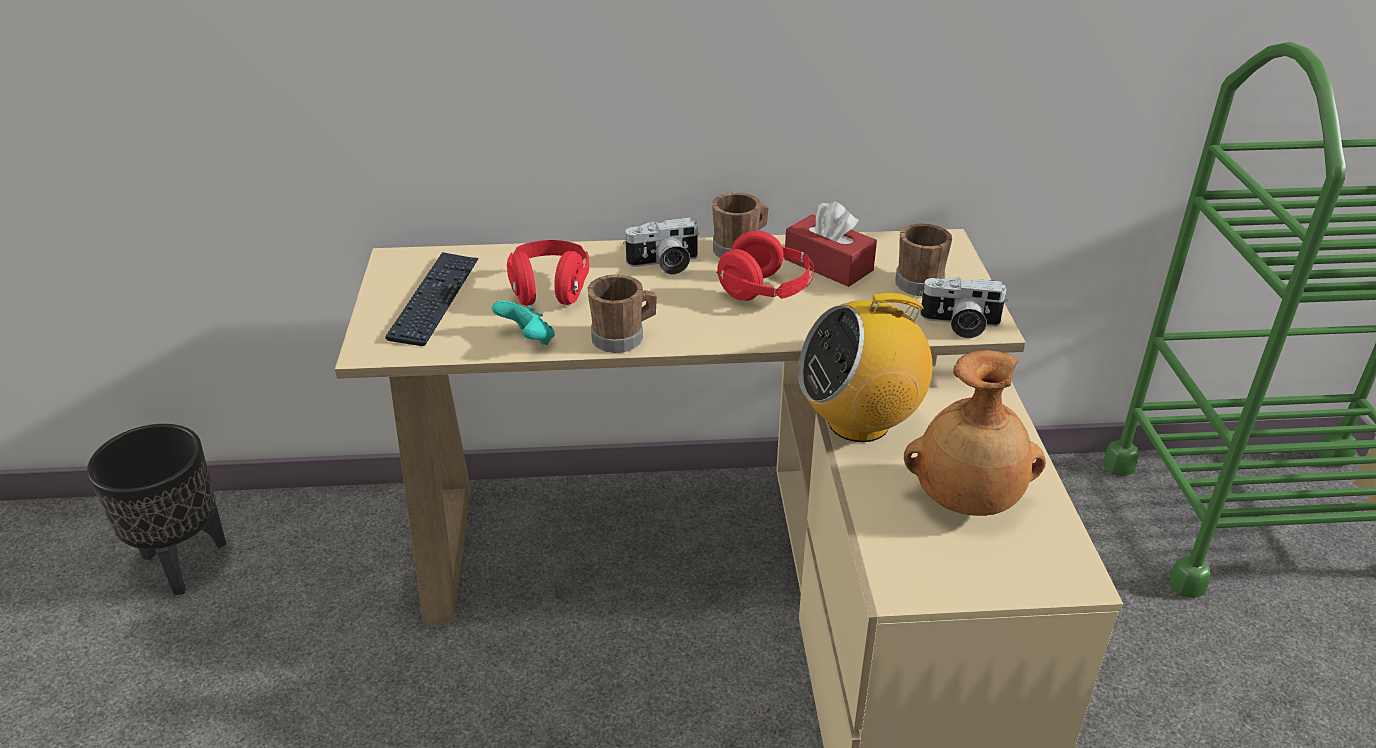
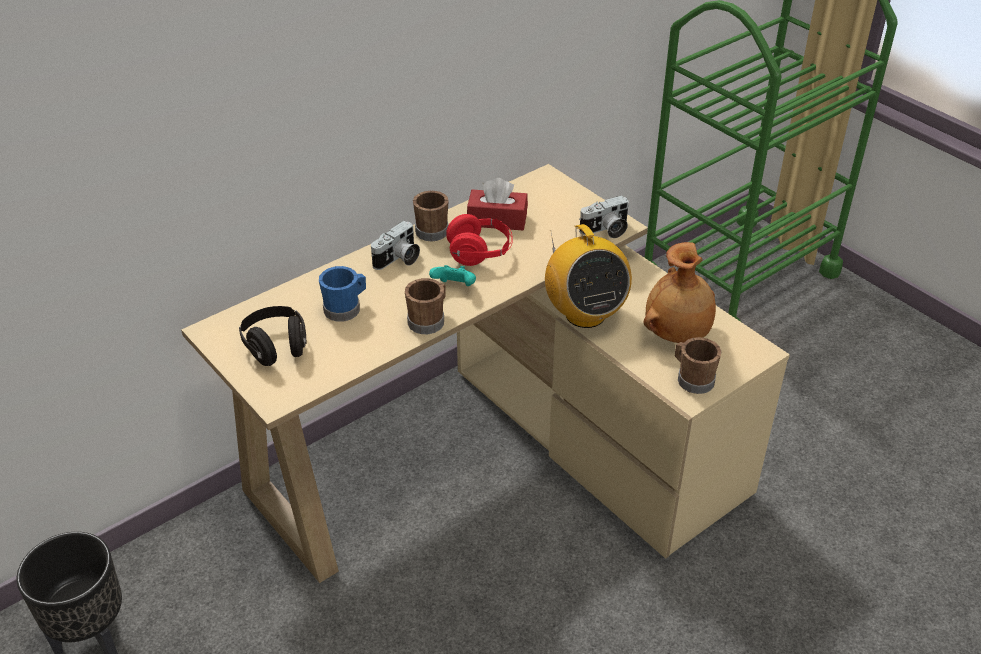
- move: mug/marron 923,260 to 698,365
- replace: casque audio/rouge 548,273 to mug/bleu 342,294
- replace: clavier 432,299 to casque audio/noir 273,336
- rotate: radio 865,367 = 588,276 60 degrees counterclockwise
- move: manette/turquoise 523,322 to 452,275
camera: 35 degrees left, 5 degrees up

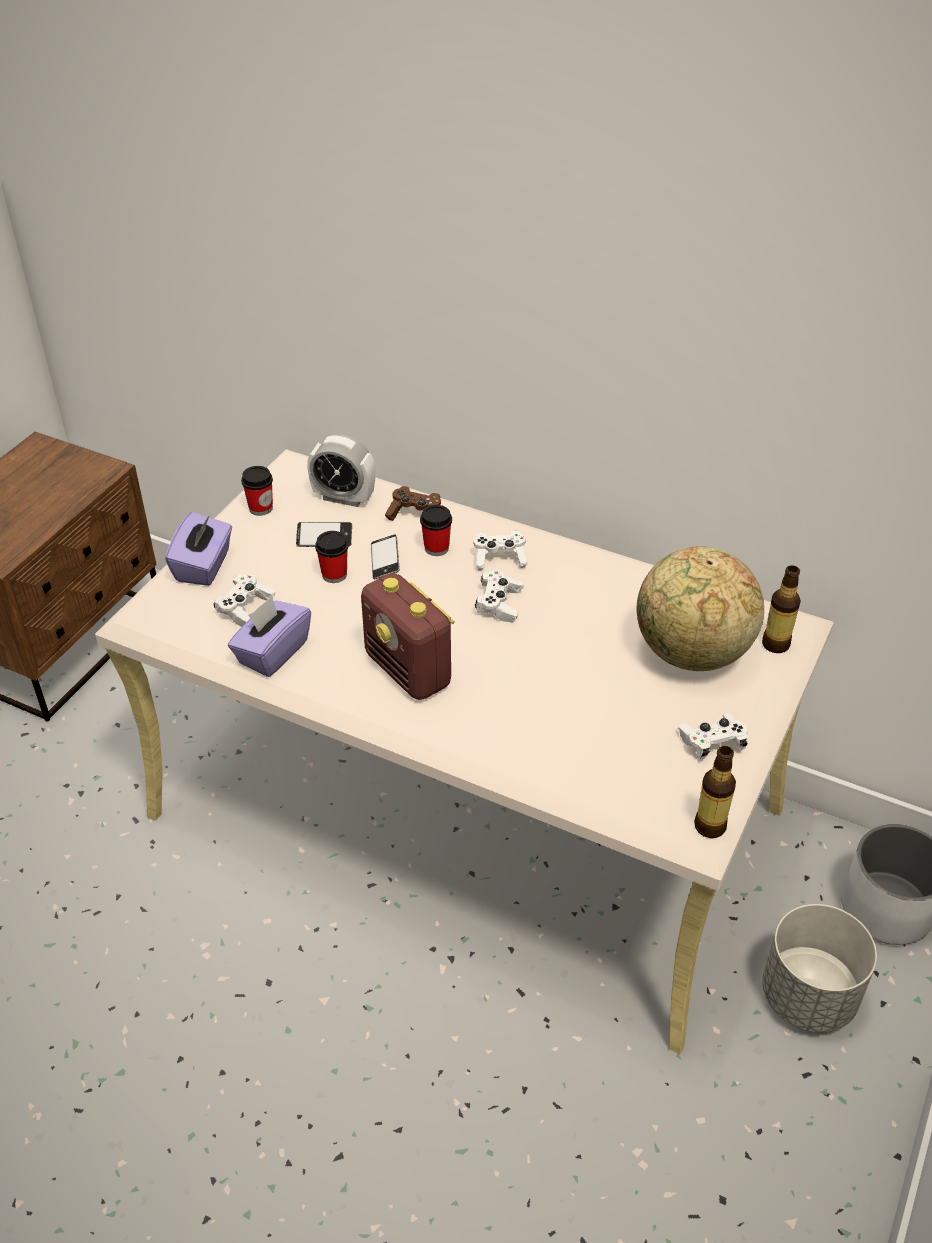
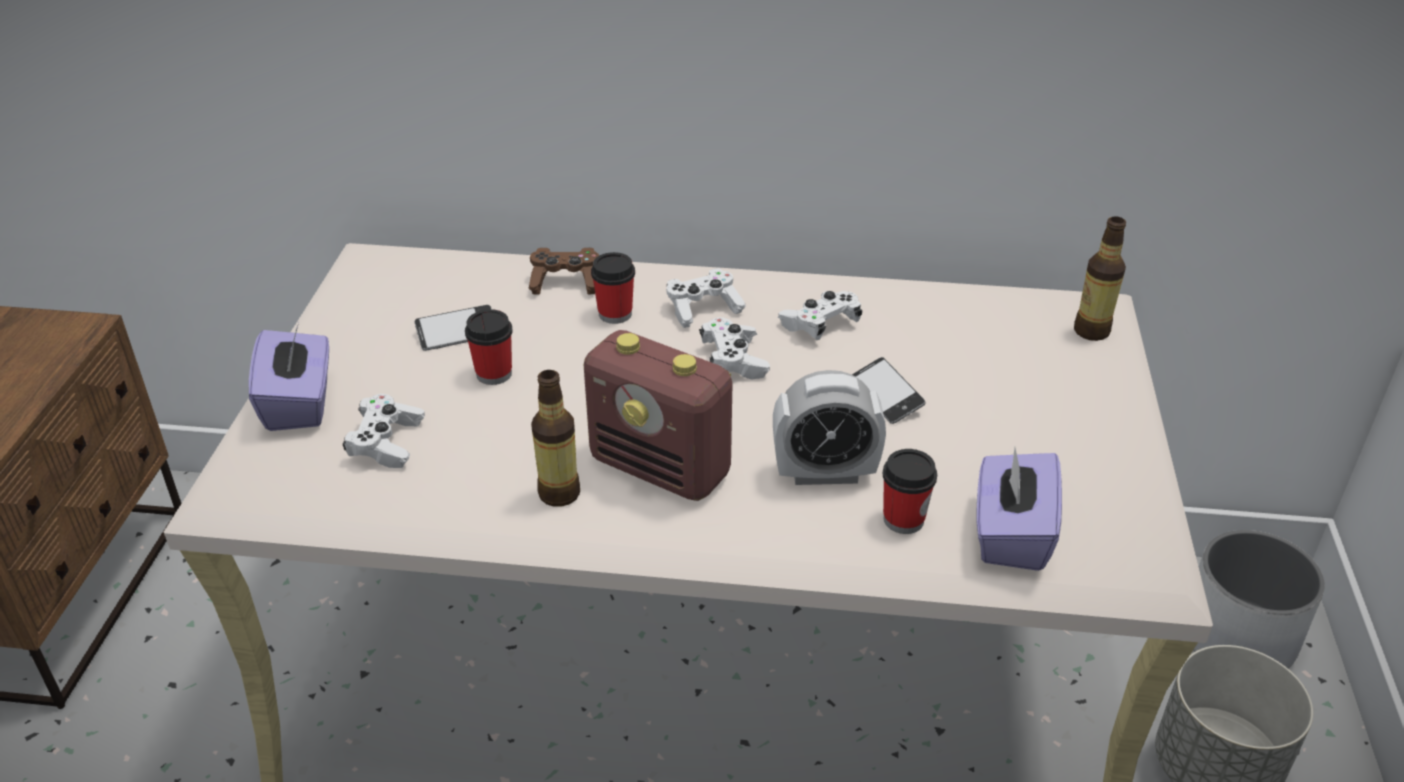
- move: réveil 341,470 to 829,427
- move: tasse 257,491 to 909,491
- move: téléphone 385,556 to 889,390
- delete: globe 700,608
- move: boîte à mouchoirs/violet 269,636 to 1019,509
- move: manette/blanc 712,736 to 820,315
- move: bouteille 715,792 to 555,438
camera: 20 degrees left, 5 degrees down

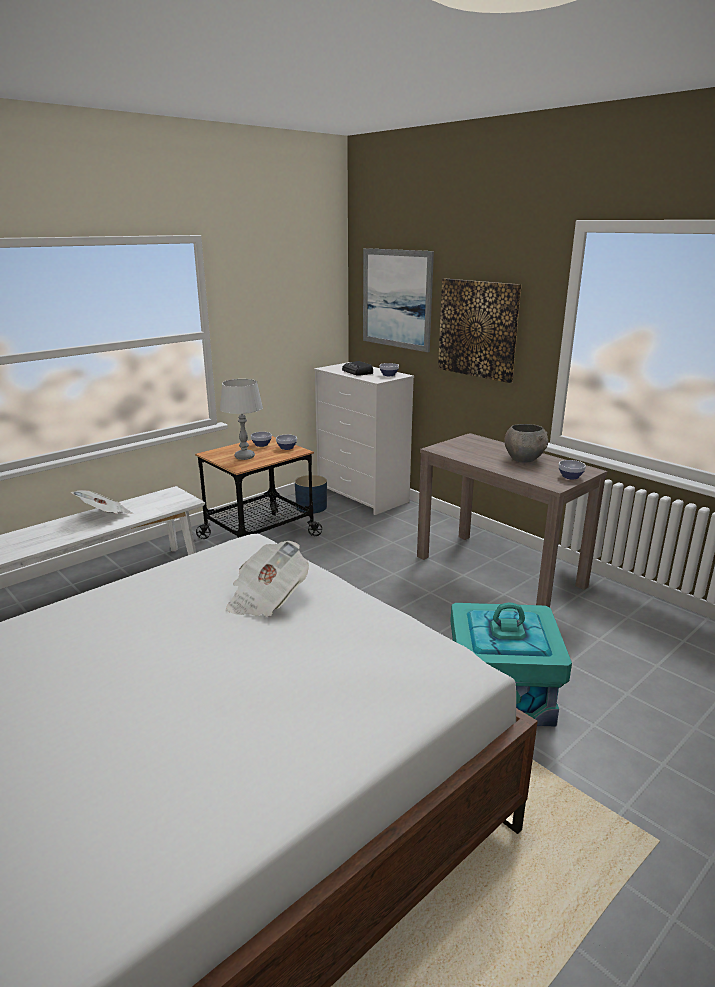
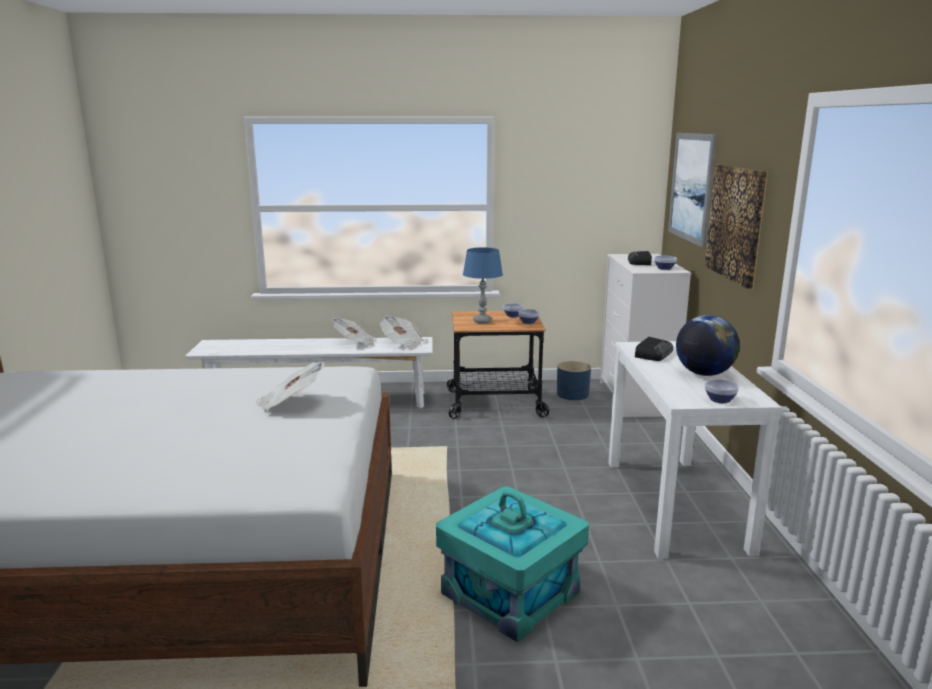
- recolor: lampe de table/gris 241,419 to lampe de table/bleu 483,285
- replace: bol/gris 526,443 to globe 708,345
- recolor: table console/marron 512,520 to table console/blanc 695,450
- insert: journal 402,333
- insert: radio 654,349
camera: 40 degrees right, 5 degrees down

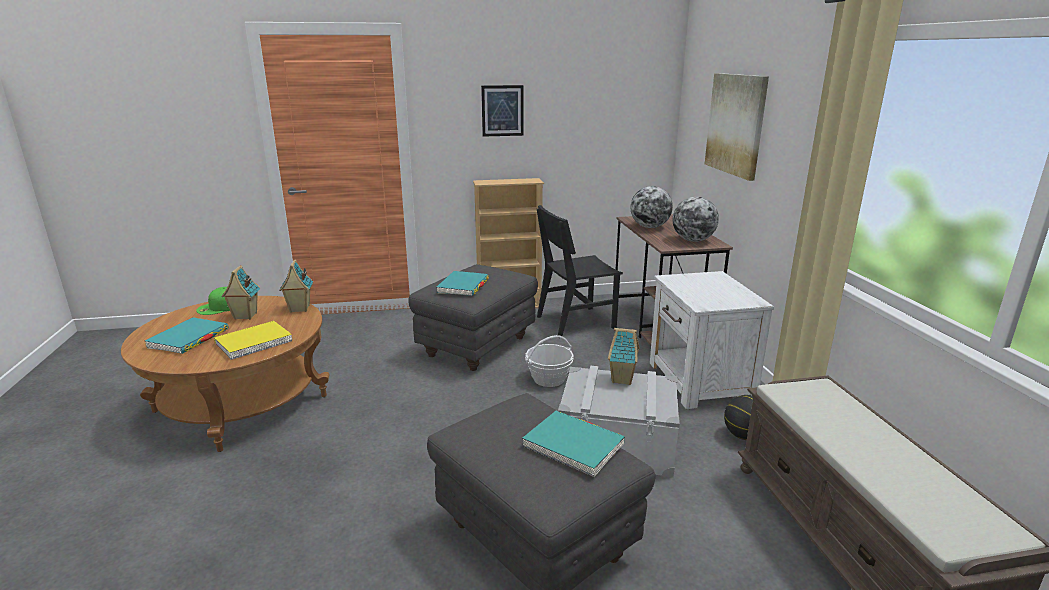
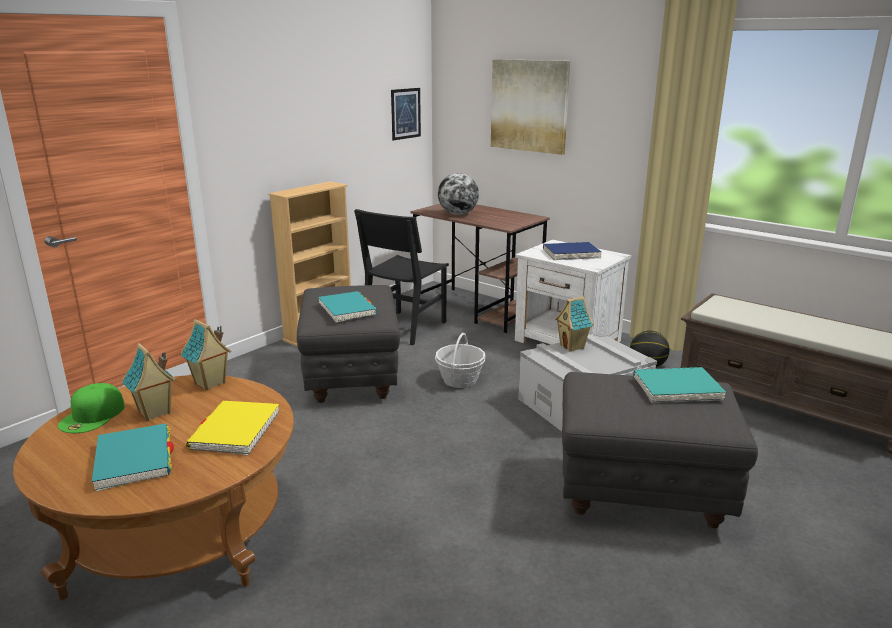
- move: tableau 502,111 to 406,114
- delete: globe 696,219
- insert: livre/bleu 572,251
camera: 40 degrees left, 0 degrees up

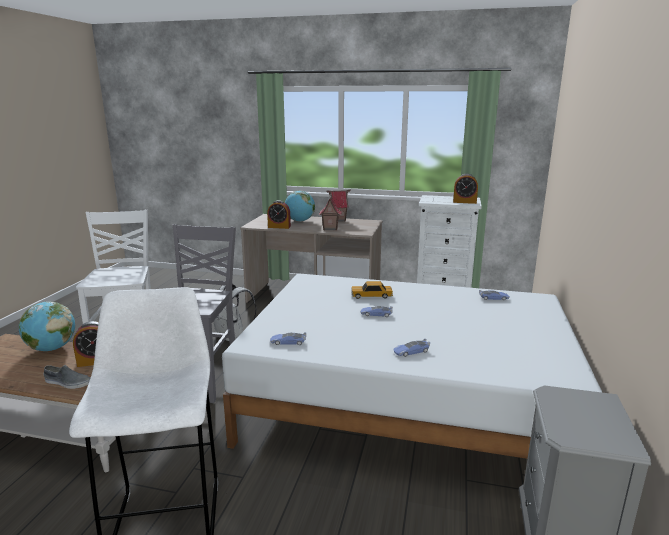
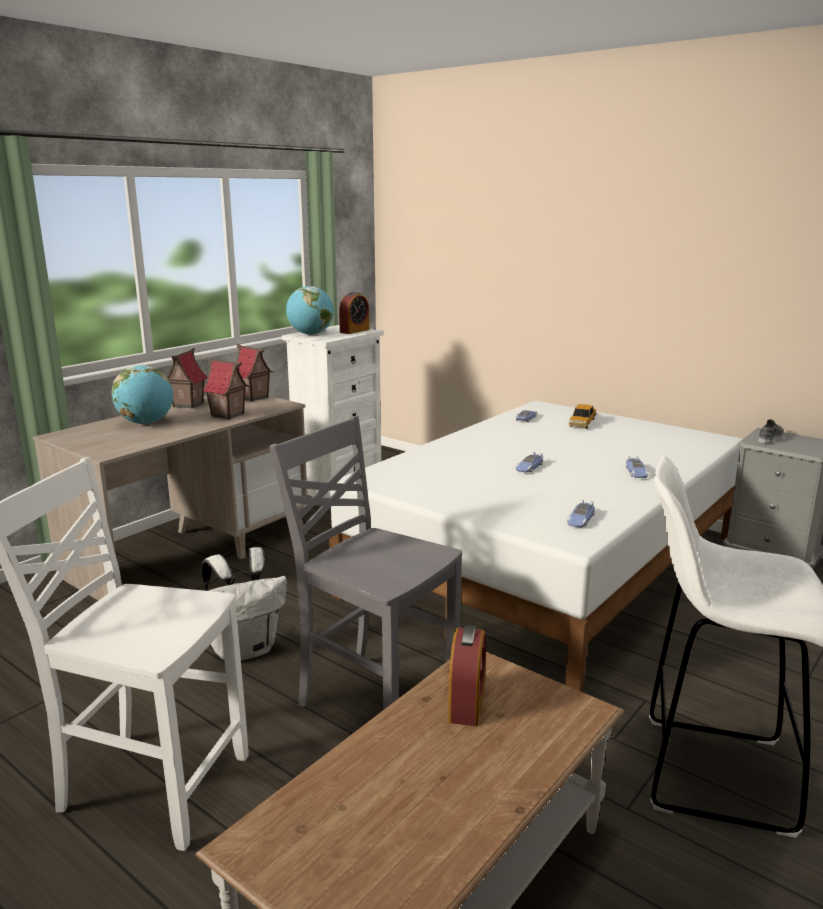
- delete: réveil 279,214
- move: petite voiture 372,290 to 583,416
- move: globe 47,326 to 310,310
- move: chaussure/gris 67,377 to 770,431
- insert: maison miniature 254,373
camera: 65 degrees left, 0 degrees up

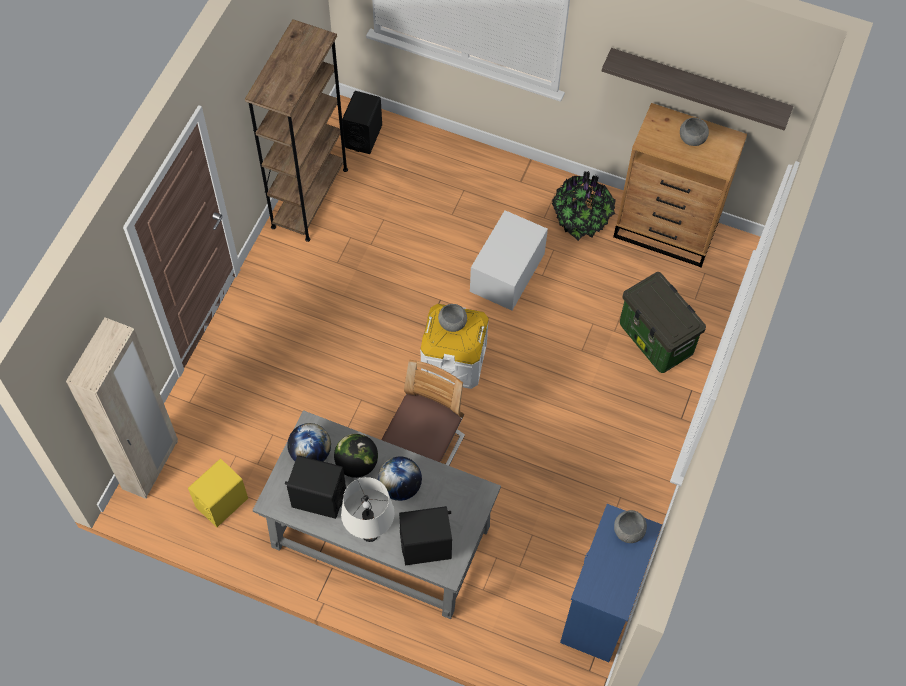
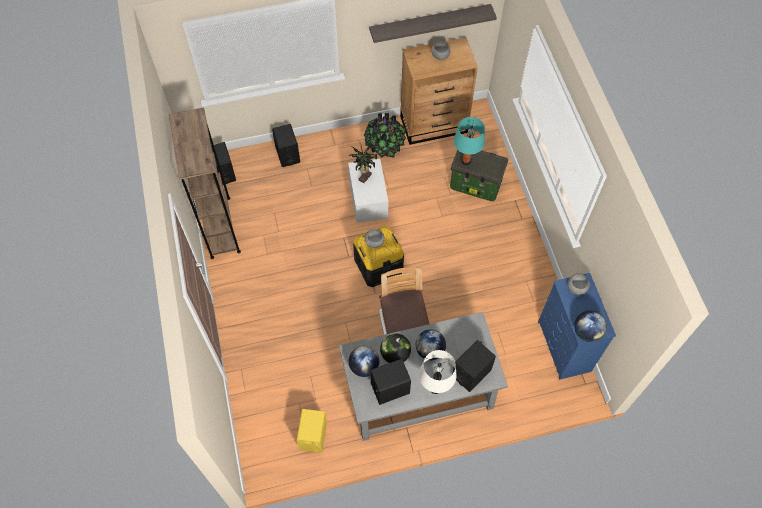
- recolor: boîte de rangement/blanc 454,346 to boîte de rangement/noir 378,256
- delete: armoire/beige 122,408
- insert: lampe de table/turquoise 469,141
- insert: enceinte/noir 286,145
- insert: plante en pot 363,162
- insert: globe 590,326
camera: 35 degrees left, 0 degrees up

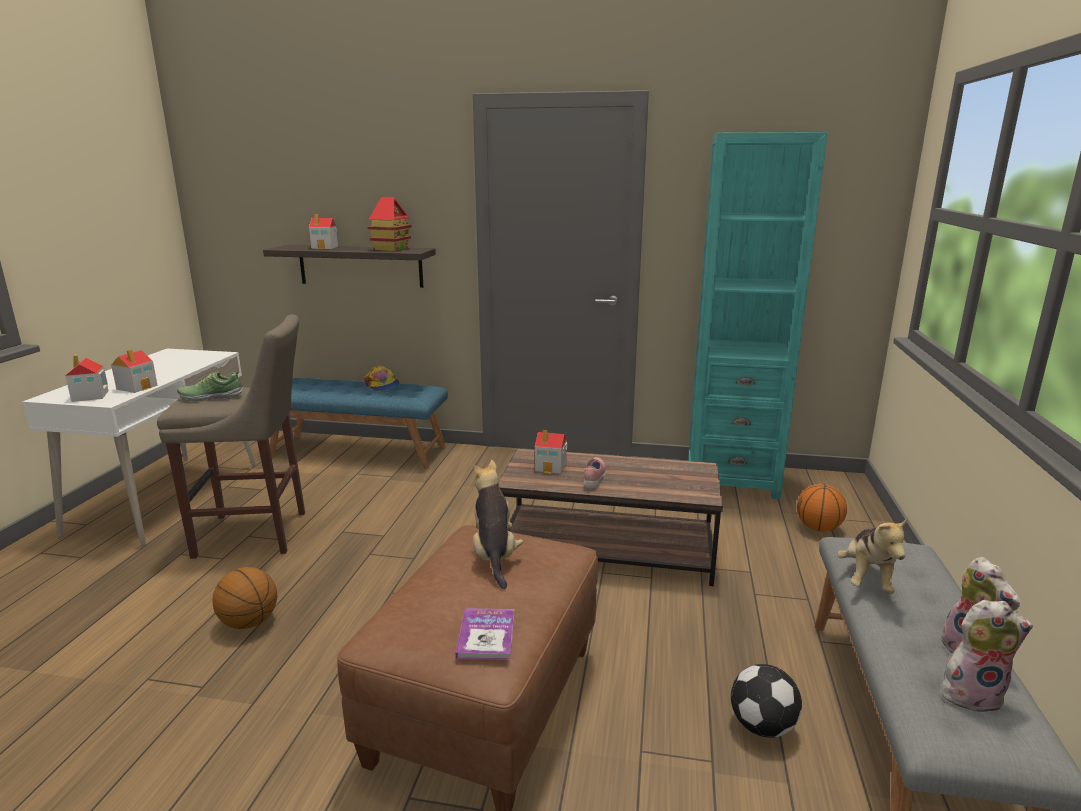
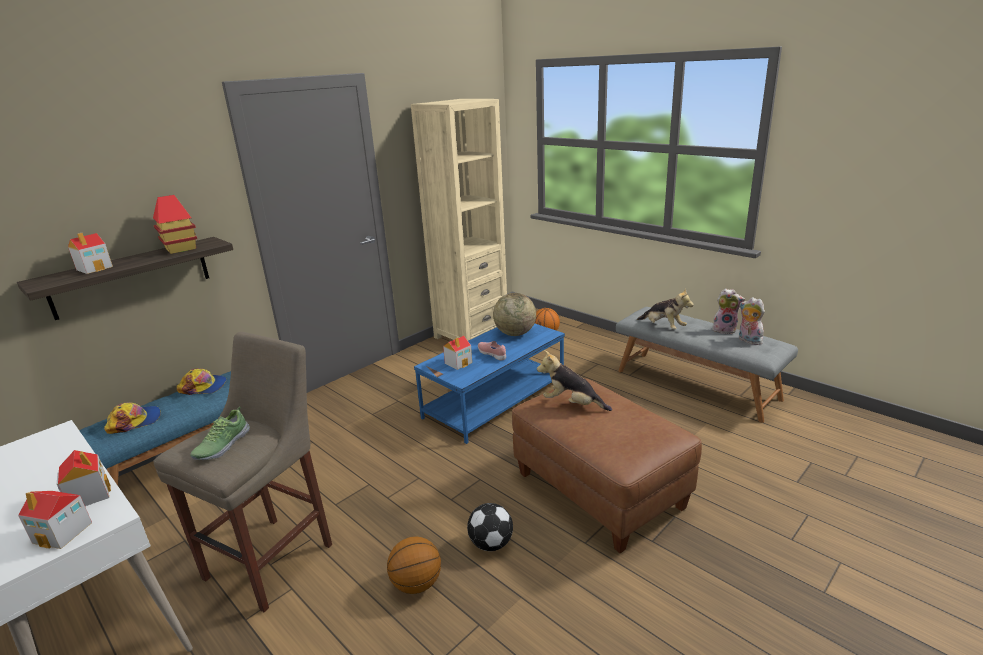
- recolor: bibliothèque/turquoise 758,315 to bibliothèque/beige 459,219
- recolor: table basse/marron 611,517 to table basse/bleu 489,383
- rotate: peluche 987,656 = 752,321 75 degrees counterclockwise
- delete: livre 485,634
- move: ballon de foot 766,701 to 490,527
- insert: globe 514,314
- insert: casquette 132,418
camera: 55 degrees left, 5 degrees up

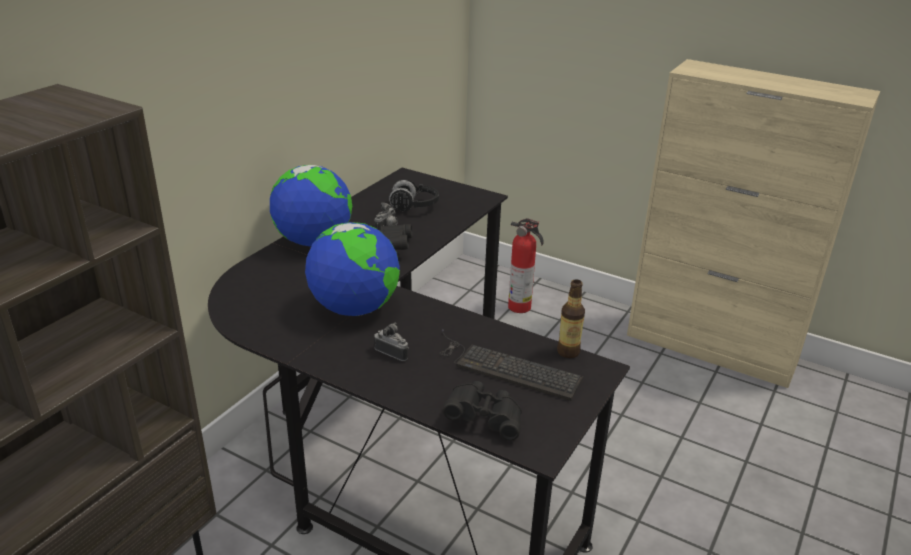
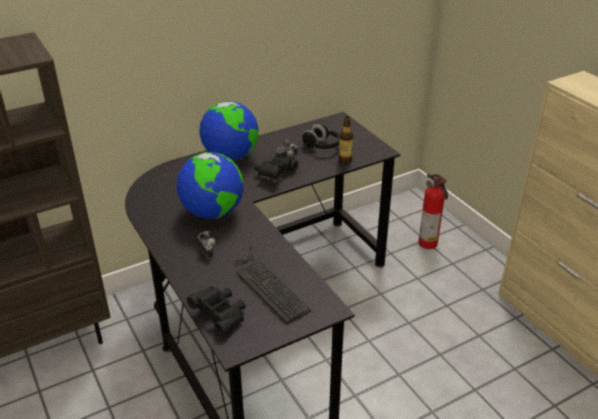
- move: bouteille 571,318 to 345,140
camera: 30 degrees right, 5 degrees up

